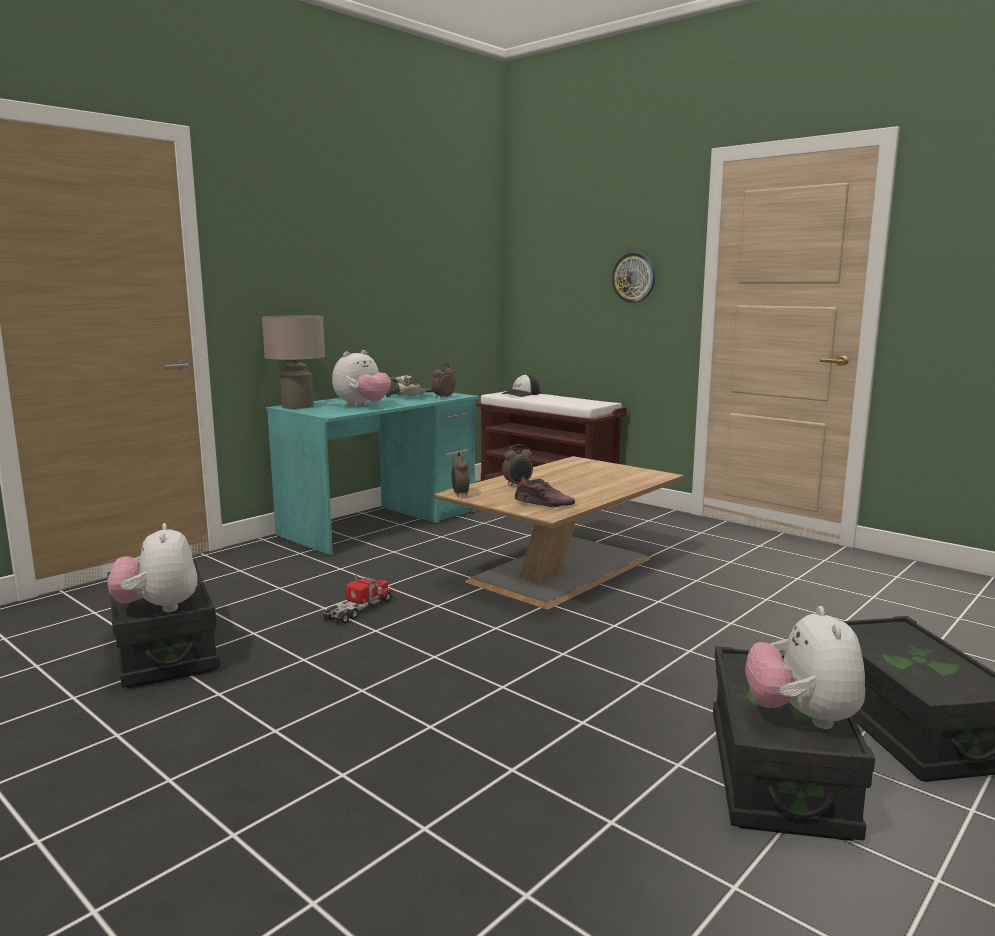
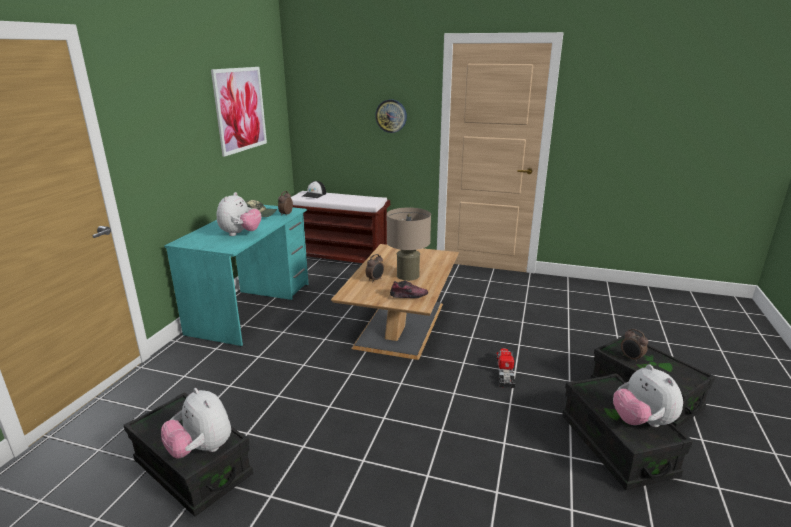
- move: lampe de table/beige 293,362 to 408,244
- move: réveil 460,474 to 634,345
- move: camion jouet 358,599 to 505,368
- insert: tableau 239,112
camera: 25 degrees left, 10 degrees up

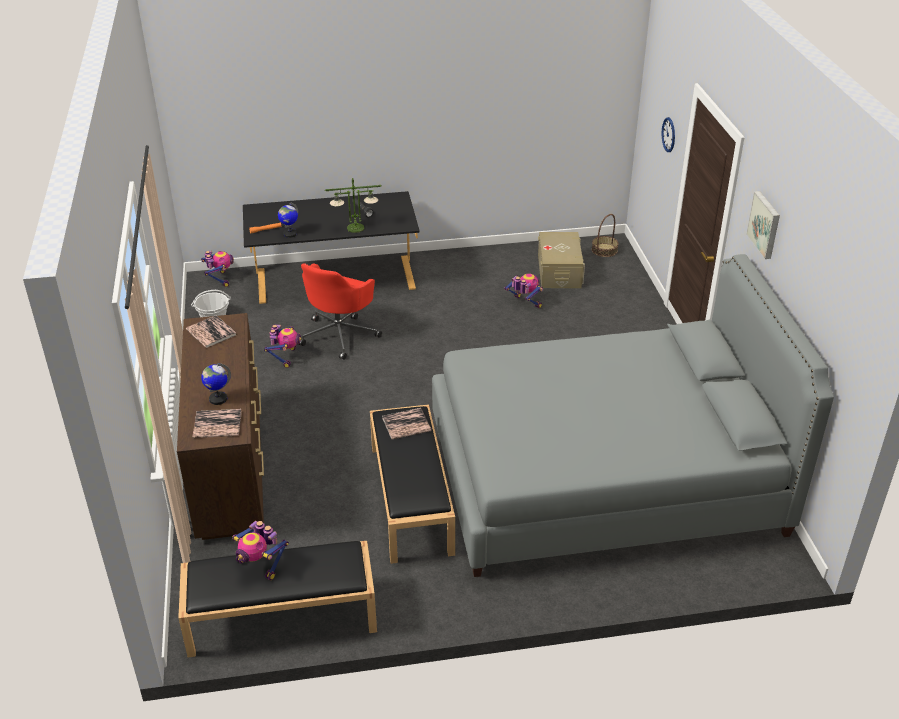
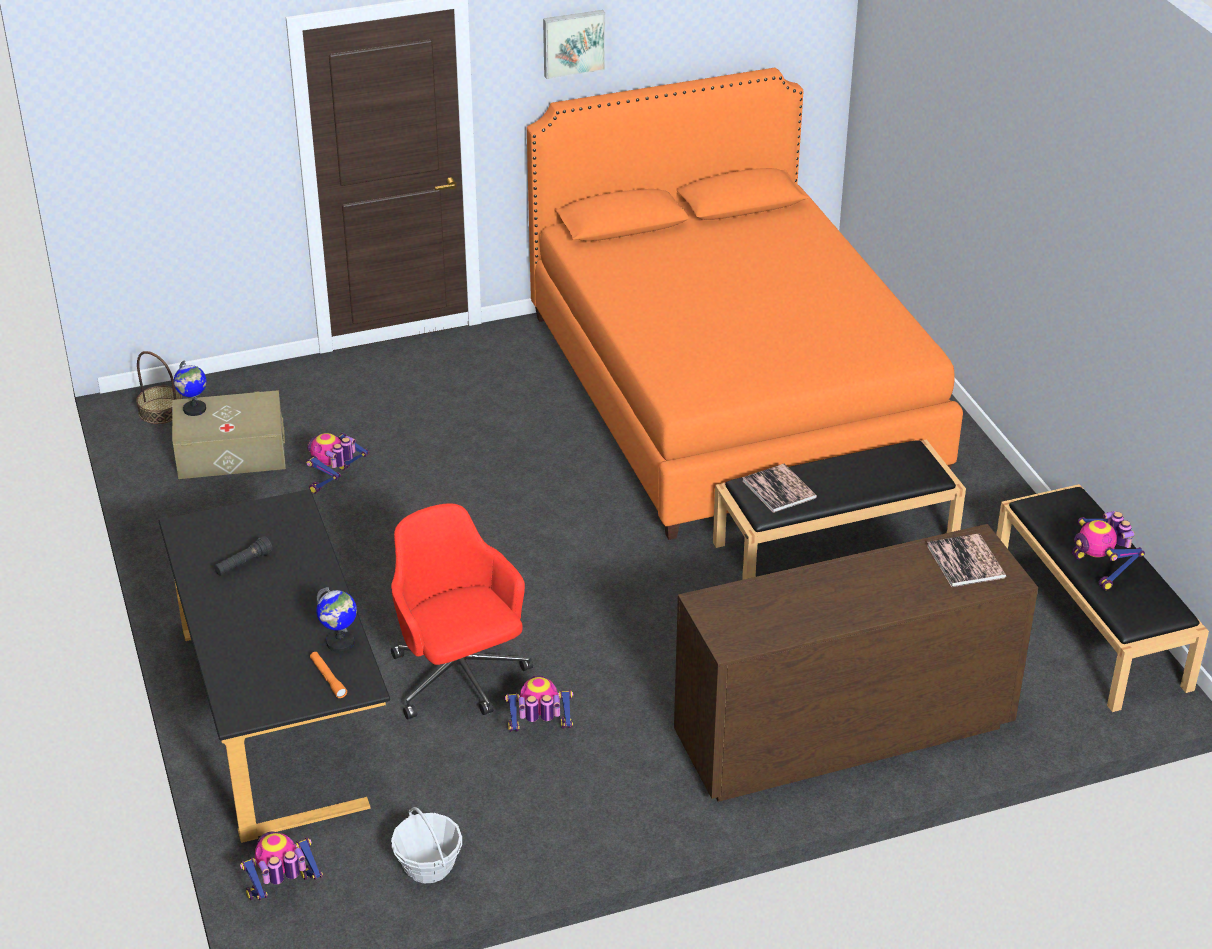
- delete: horloge murale 668,134
- delete: lampe de table 353,205
- recolor: lit/gris 633,415 to lit/orange 745,304
- rotate: chaise de bureau/rouge 340,311 = 462,612 135 degrees counterclockwise
- delete: livre 211,331
- move: globe 216,384 to 190,388
- rotate: robot jouet 260,550 = 1108,550 135 degrees clockwise
camera: 100 degrees left, 0 degrees up

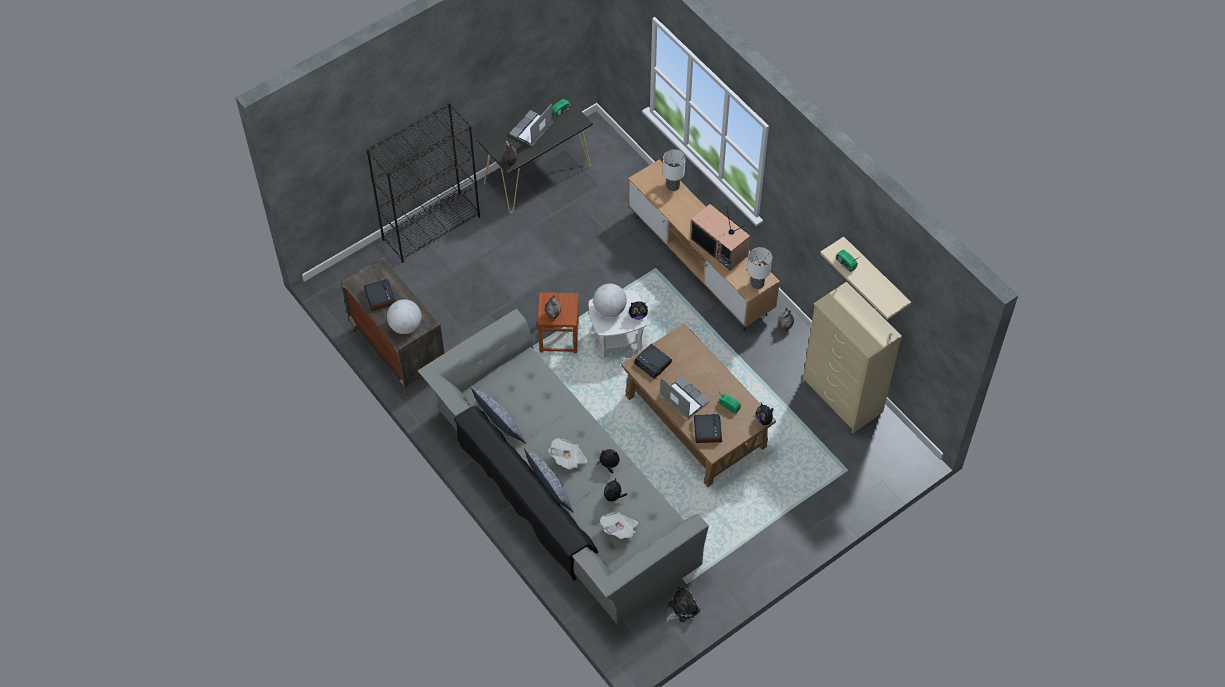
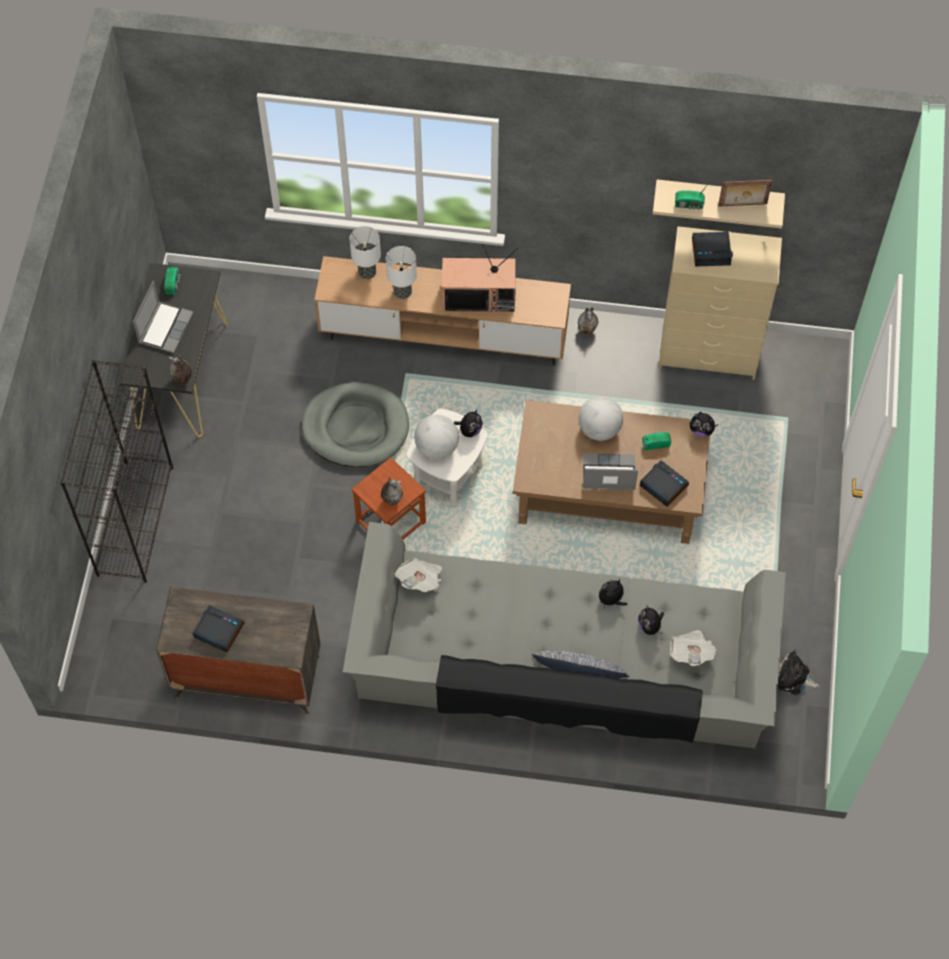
- rotate: ordinateur portable 531,124 = 163,317 150 degrees counterclockwise
- move: lampe de table 759,268 to 401,272
- move: globe 404,316 to 601,418
- move: réveil 653,361 to 712,249
- delete: coussin 498,415
- move: journal 568,454 to 418,575
- rotate: peluche 683,604 = 798,672 75 degrees counterclockwise
- insert: cadre photo 745,193
- insert: panier pour chien/gris 355,424
camera: 45 degrees left, 5 degrees up

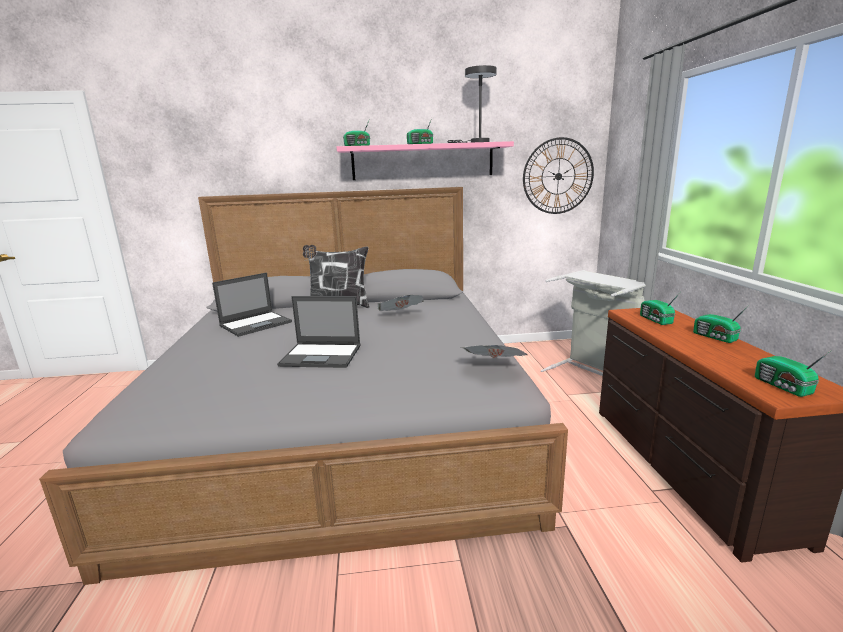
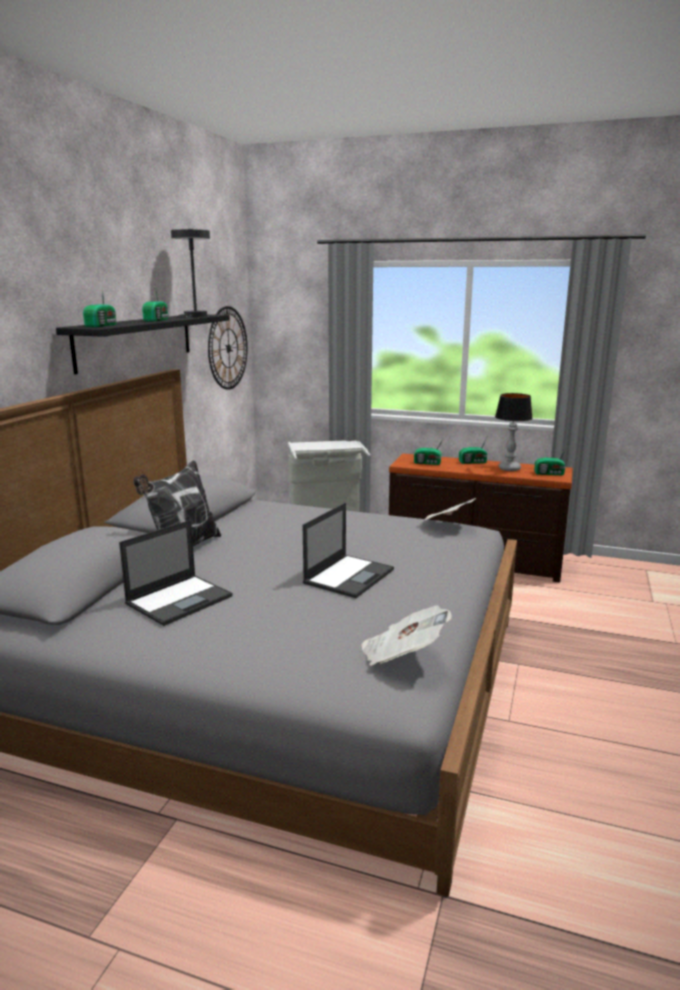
- recolor: étagère/rose 425,160 to étagère/noir 143,344
- rotate: ordinateur portable 252,305 = 176,573 60 degrees clockwise
- move: journal 401,303 to 406,635
- insert: lampe de table 514,432
camera: 65 degrees left, 0 degrees up

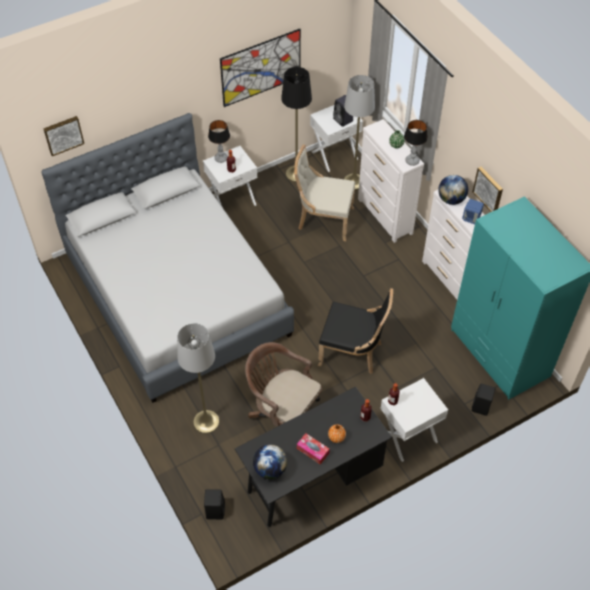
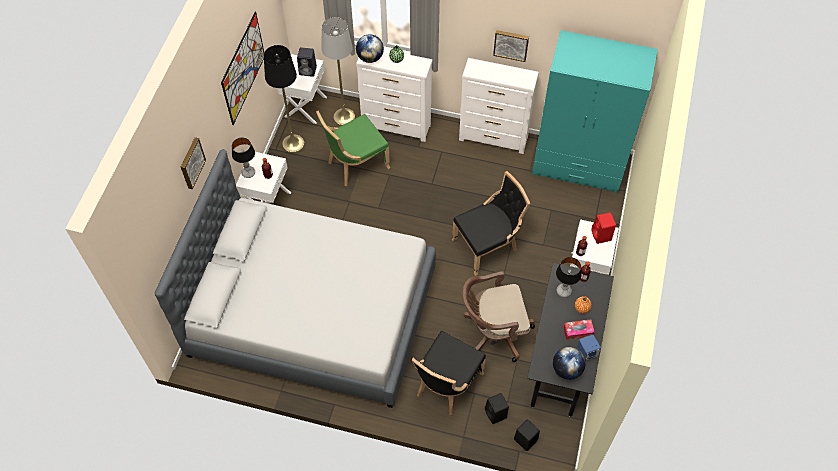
- move: tableau 63,136 to 193,163
- move: lampe de table 416,143 to 569,277
- recolor: chaise/beige 324,193 to chaise/vert 353,148
- move: globe 453,190 to 370,48
- move: enceinte/bleu 473,211 to 589,347
- replace: lampadaire/gris 198,378 to chaise/noir 449,373
- move: enceinte/noir 483,400 to 497,408
- insert: enceinte/rouge 603,228
camera: 45 degrees left, 5 degrees up

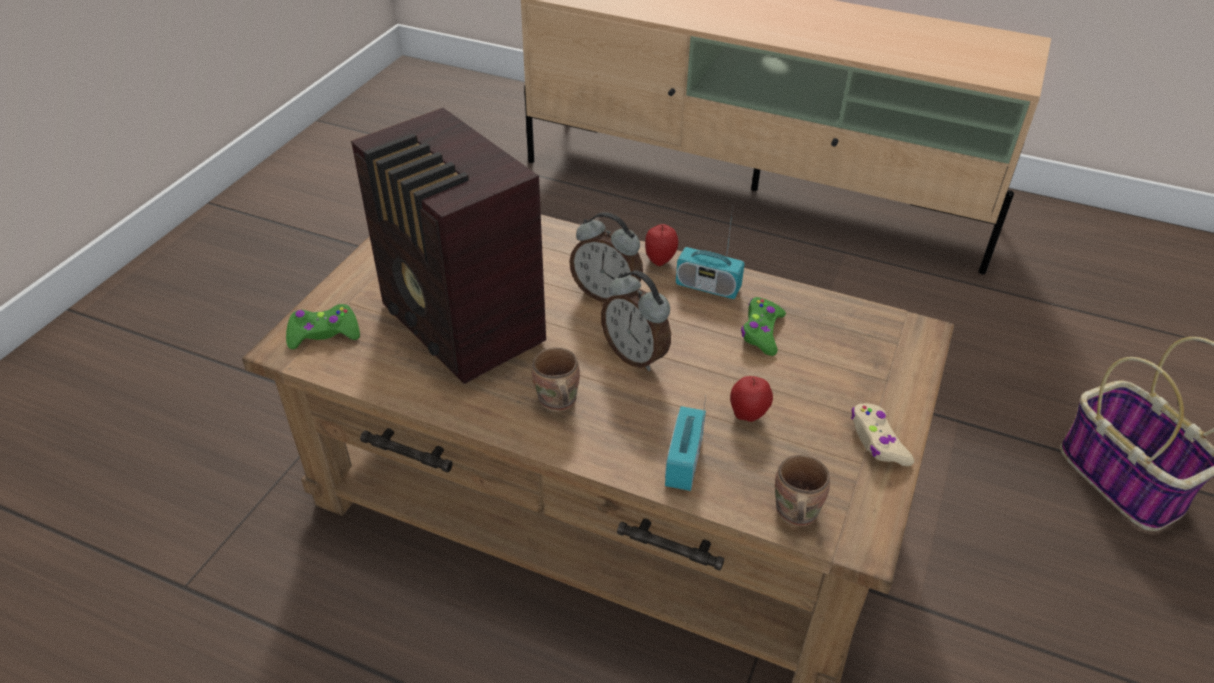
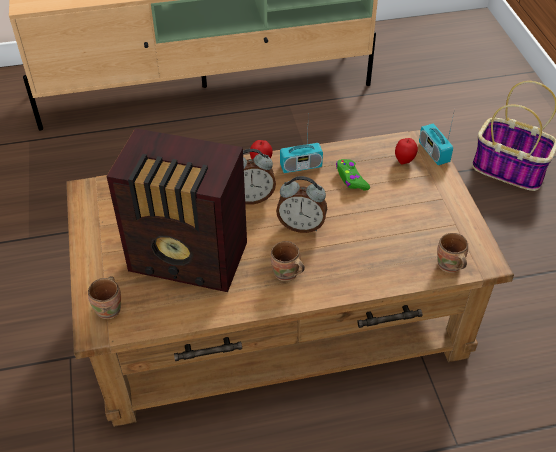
- replace: manette/vert 323,326 to mug/marron 104,297
- move: pomme 751,399 to 406,151
- move: radio 685,443 to 437,137
- delete: manette/beige 882,434
camera: 35 degrees left, 5 degrees up

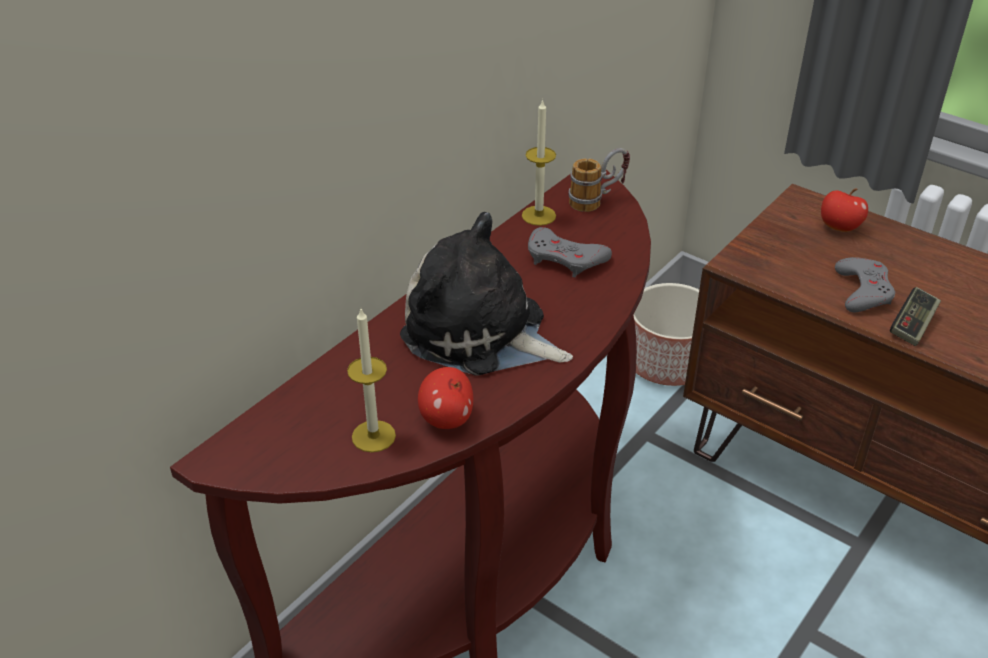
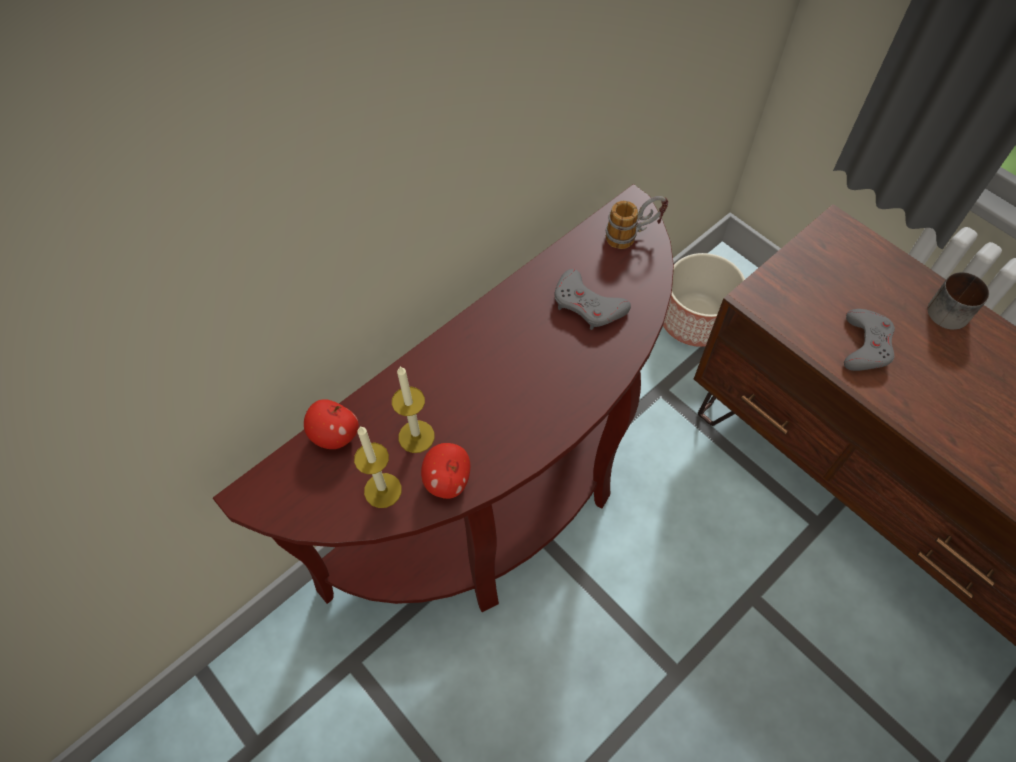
- move: bougie 539,162 to 413,409
- move: pomme 844,210 to 331,424
- delete: peluche 486,293
- delete: manette 915,316
- insert: mug 958,301
camera: 10 degrees right, 20 degrees up

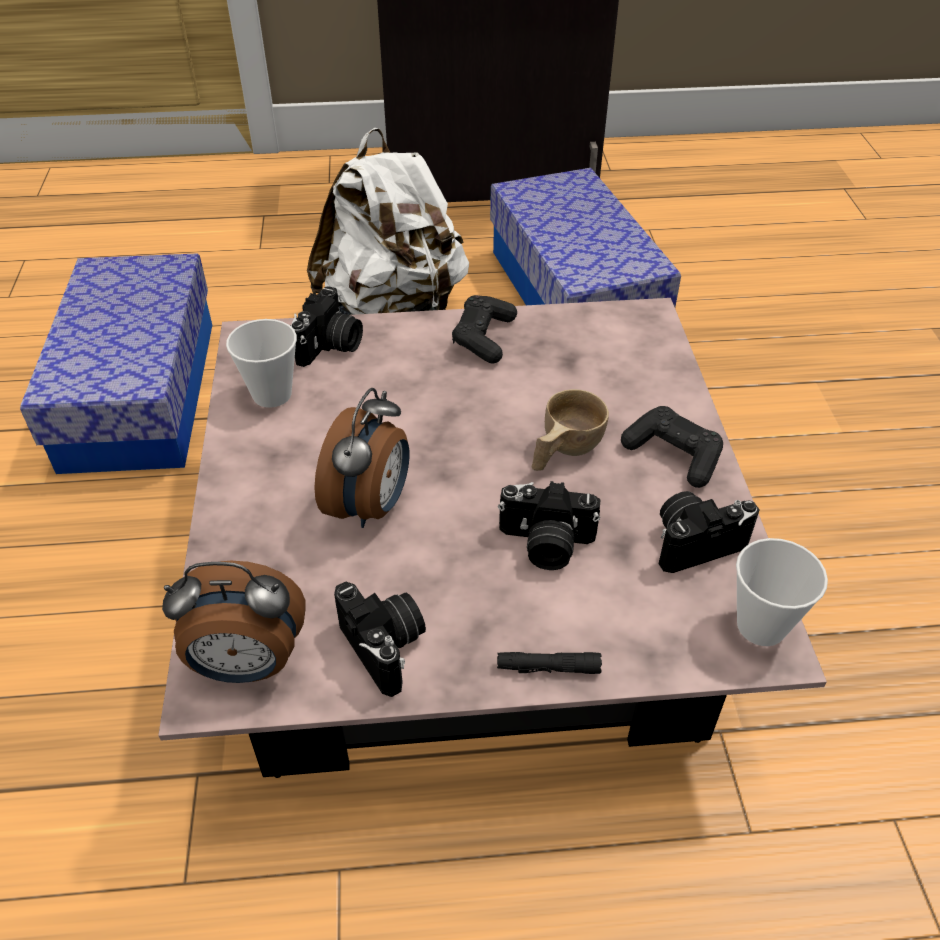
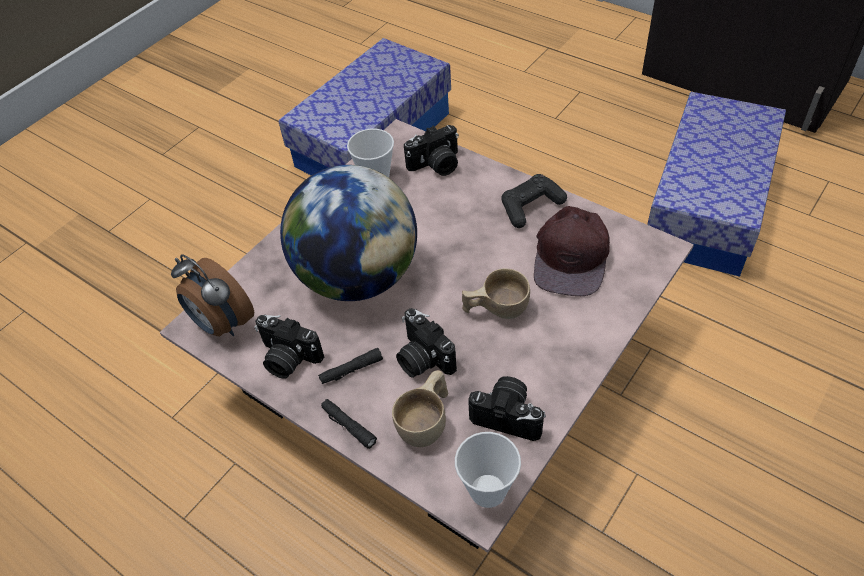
- delete: sac à dos/blanc 388,221
- replace: réveil 361,458 to globe 348,233
- delete: manette/noir 672,447
- rotate: appareil photo 380,639 = 289,347 105 degrees clockwise
- insert: casquette/marron 572,251
- insert: lampe de poche/noir 350,366
- insert: tasse/beige 420,408
camera: 45 degrees right, 5 degrees up

